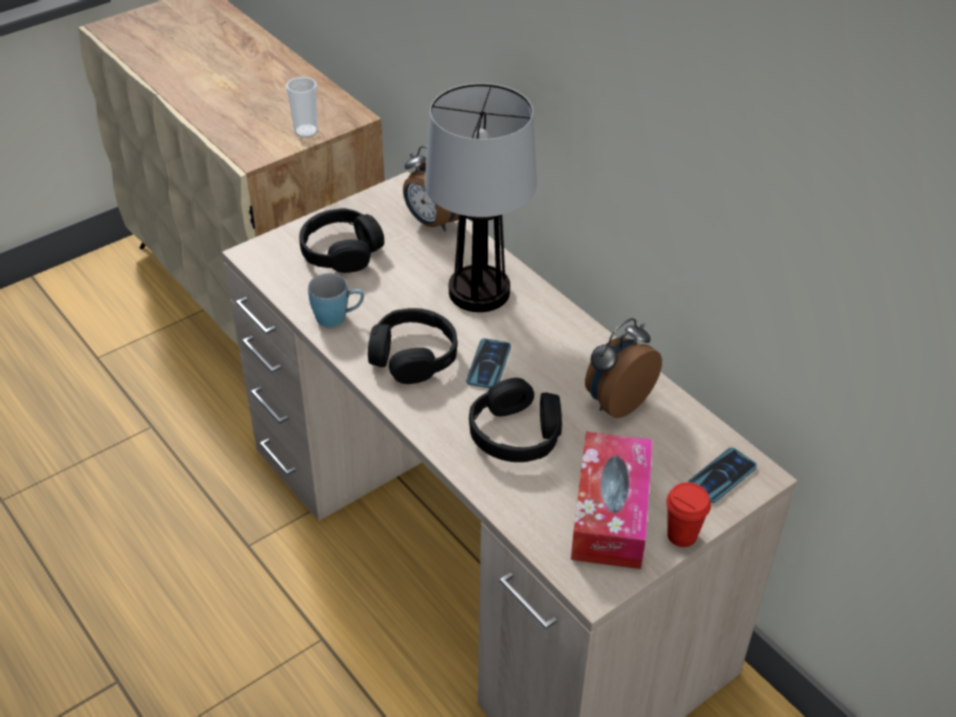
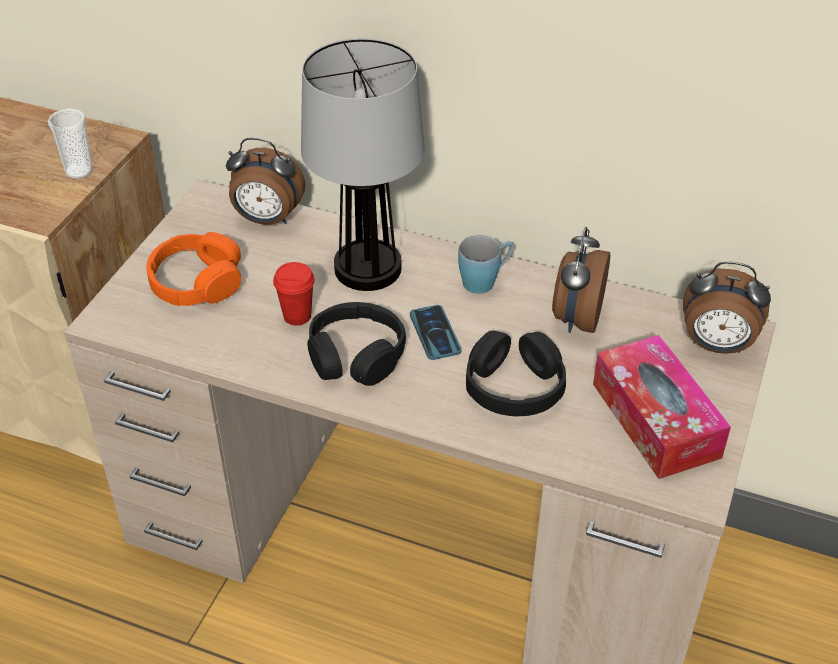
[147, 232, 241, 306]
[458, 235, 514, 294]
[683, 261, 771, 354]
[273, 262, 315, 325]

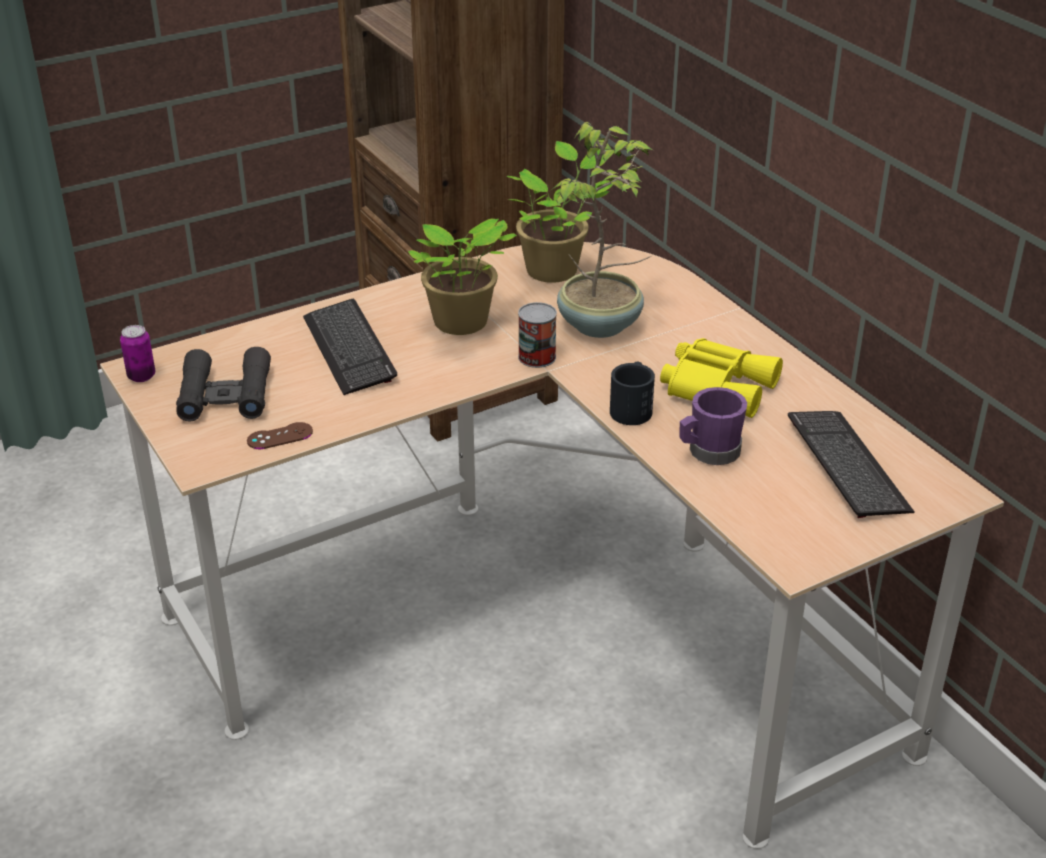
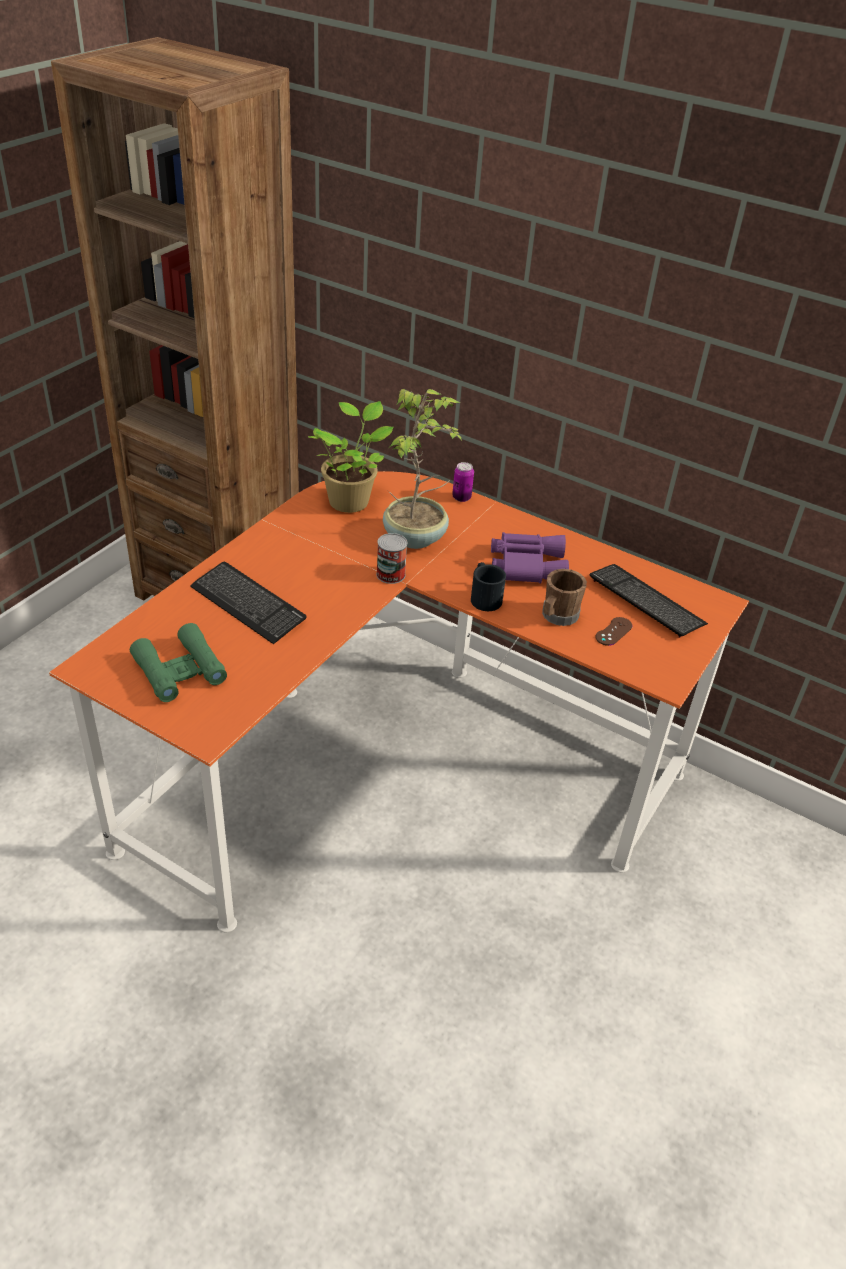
[408, 218, 517, 335] (first image)
[49, 471, 749, 932]
[452, 462, 474, 502]
[491, 532, 569, 583]
[130, 623, 227, 702]
[542, 569, 587, 626]
[595, 617, 633, 646]

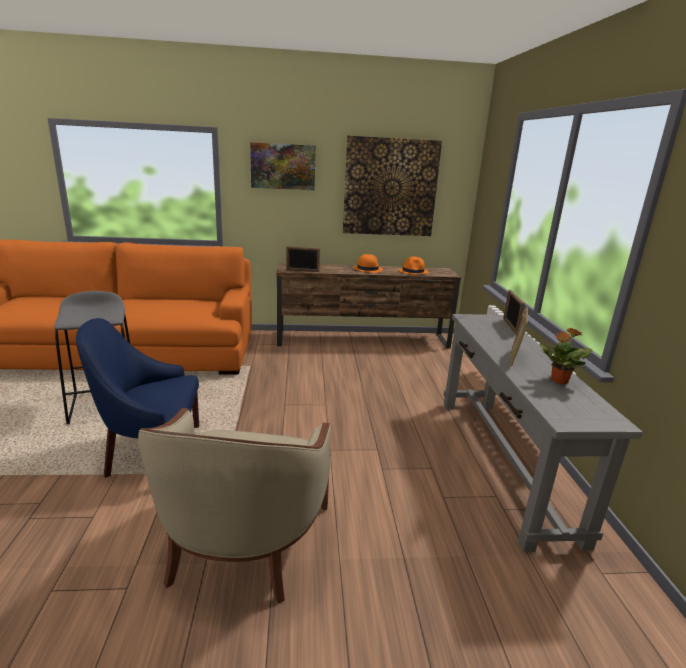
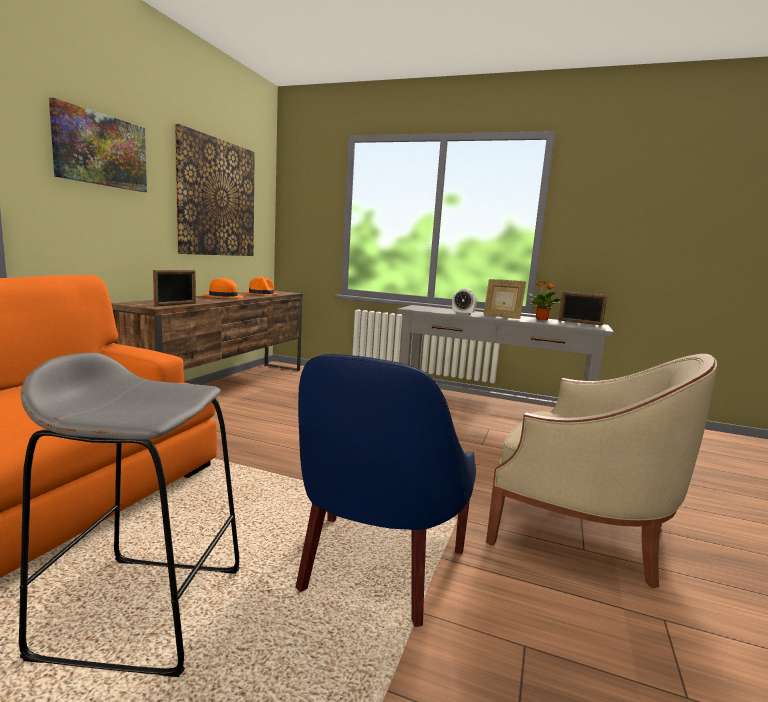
[559, 291, 608, 326]
[452, 288, 477, 316]

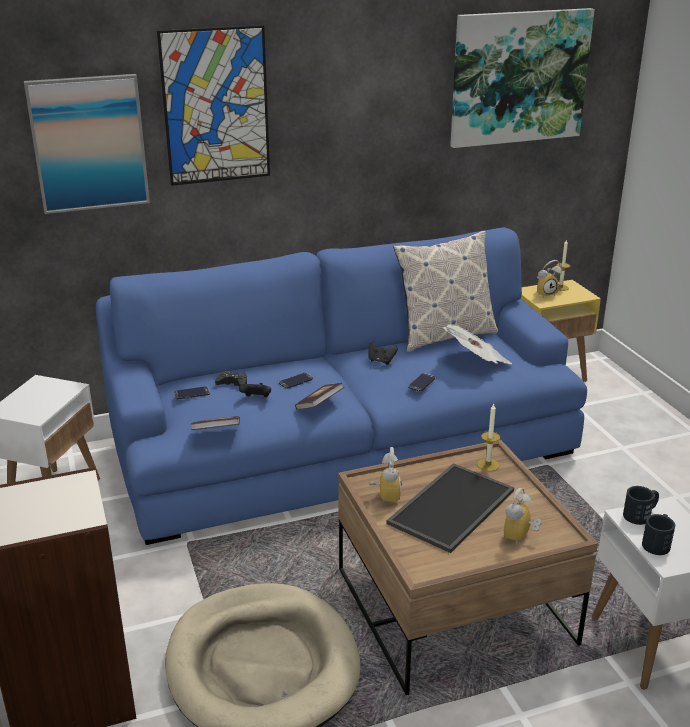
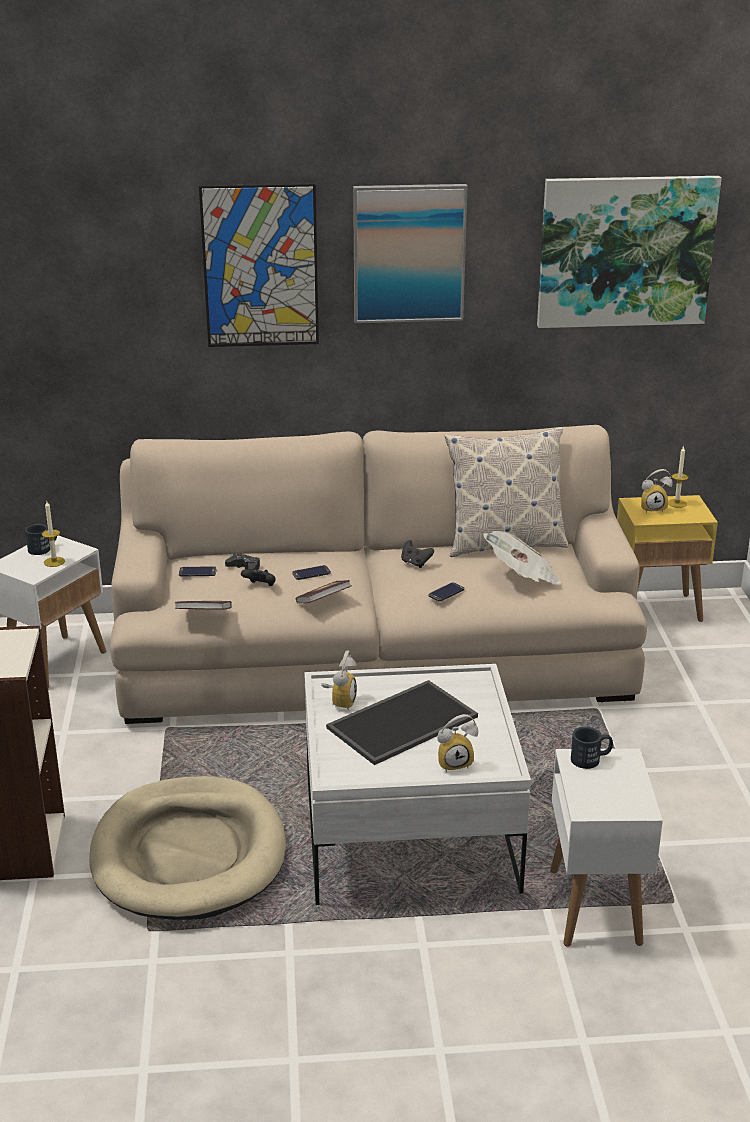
[353, 184, 467, 323]
[110, 425, 647, 724]
[42, 501, 65, 567]
[304, 664, 531, 905]
[437, 714, 478, 772]
[25, 524, 57, 555]

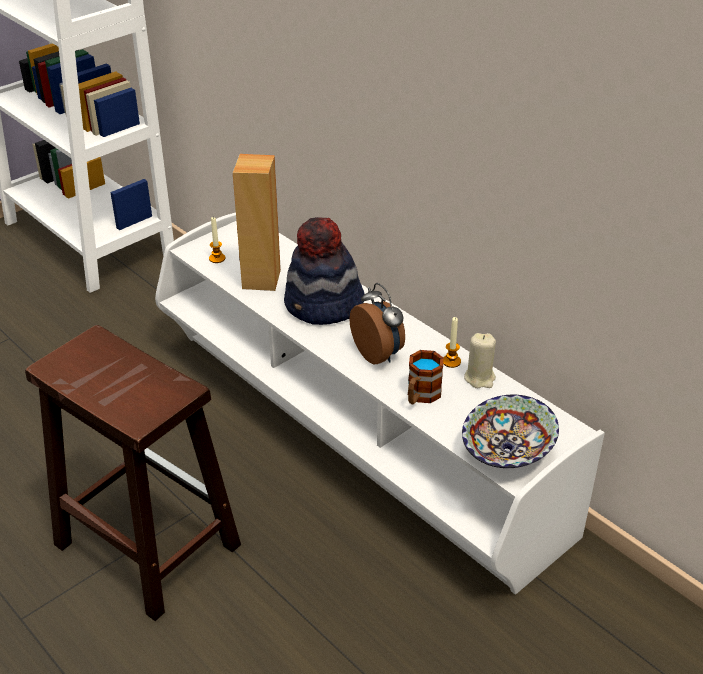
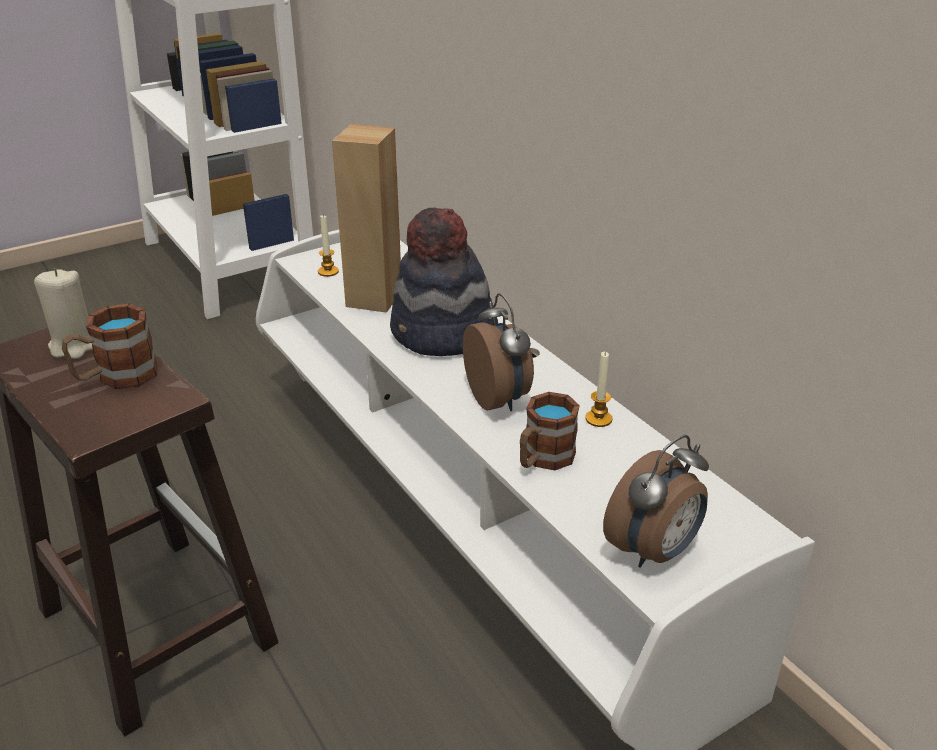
[34, 268, 93, 359]
[603, 435, 709, 568]
[62, 304, 158, 389]

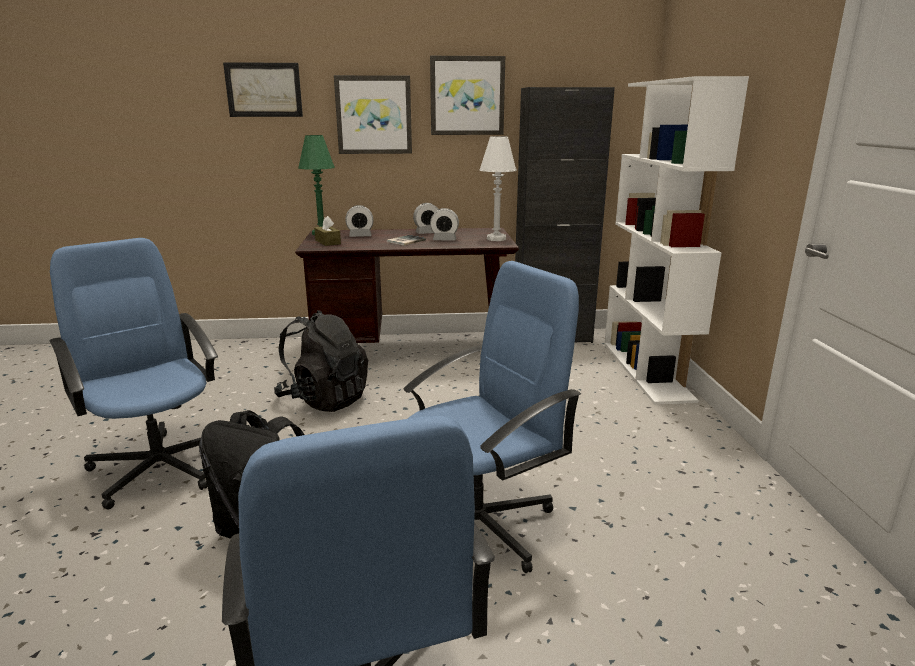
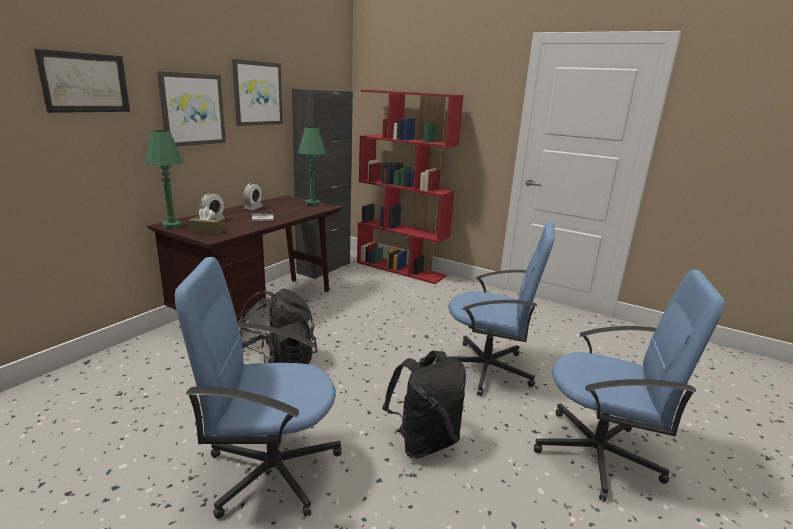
[357, 90, 464, 284]
[298, 127, 326, 206]
[430, 208, 459, 241] (first image)
[447, 222, 555, 396]

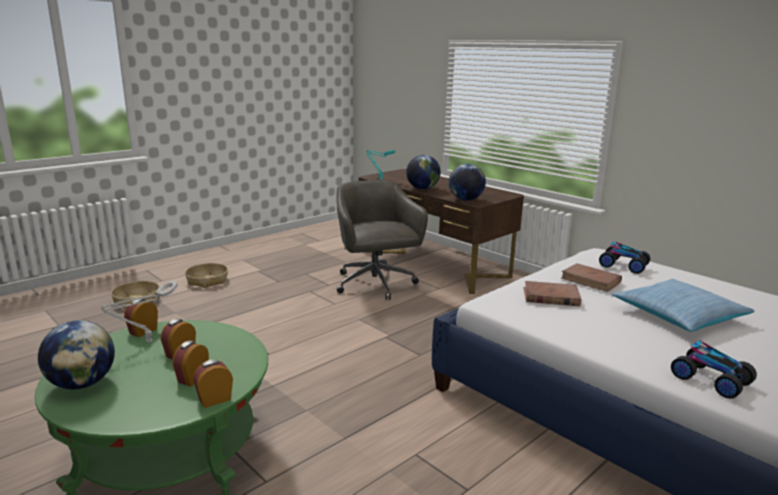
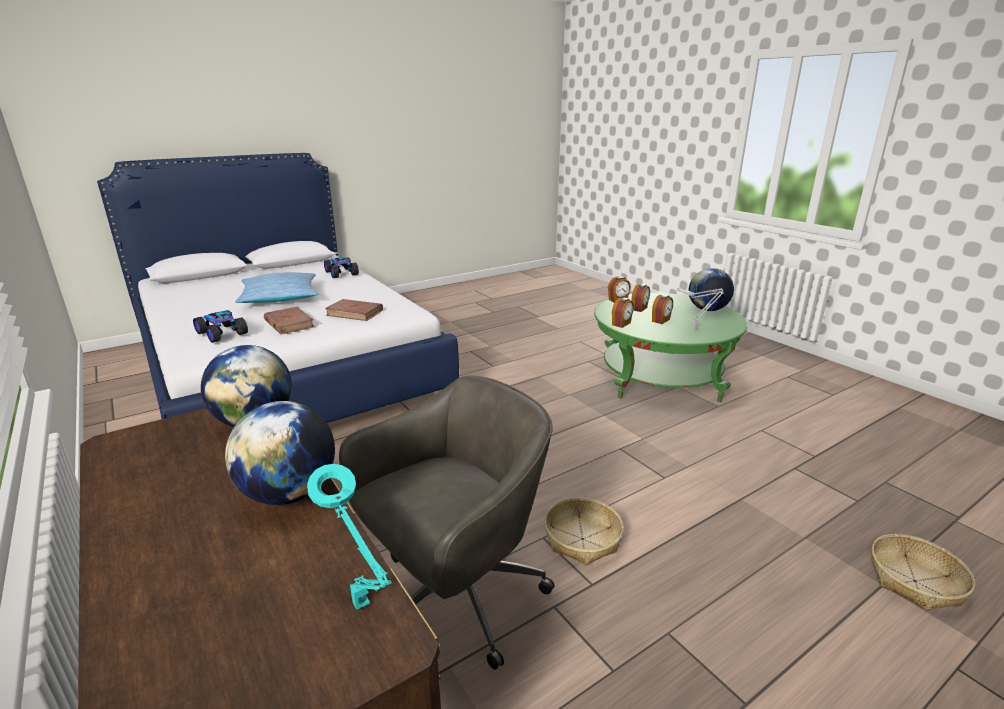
[339, 376, 554, 670]
[544, 498, 623, 566]
[612, 298, 634, 328]

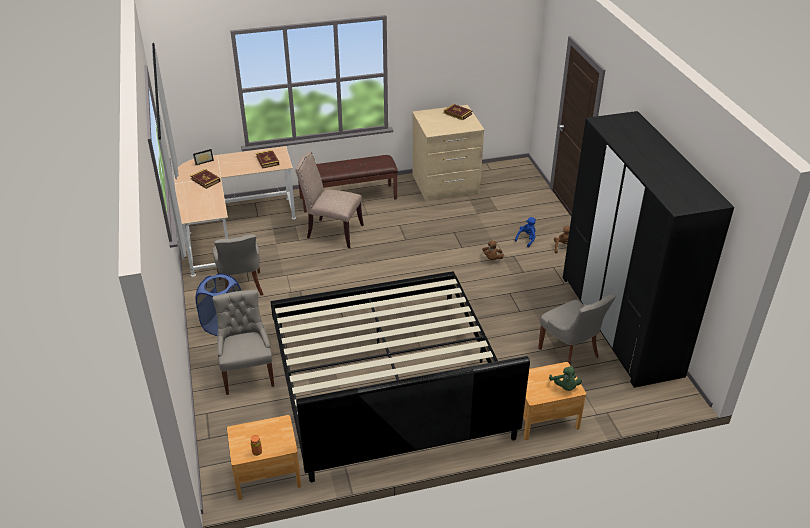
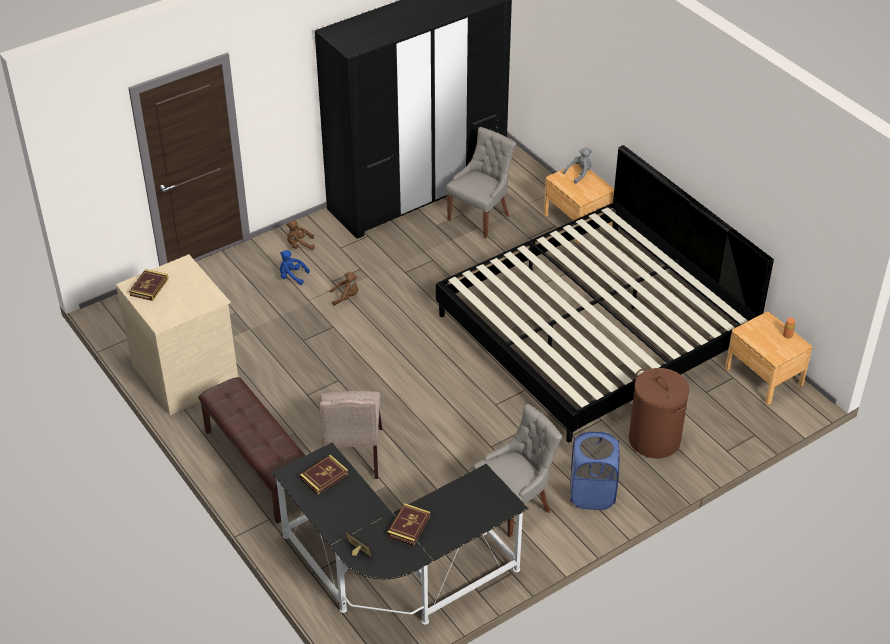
[272, 443, 529, 625]
[629, 368, 689, 458]
[563, 147, 592, 184]

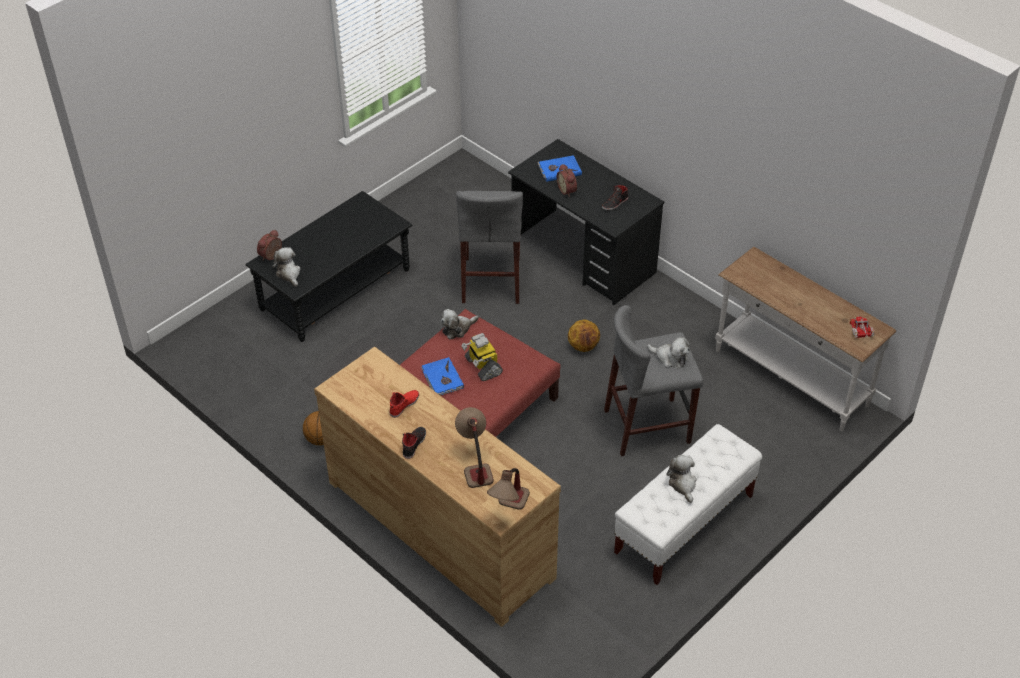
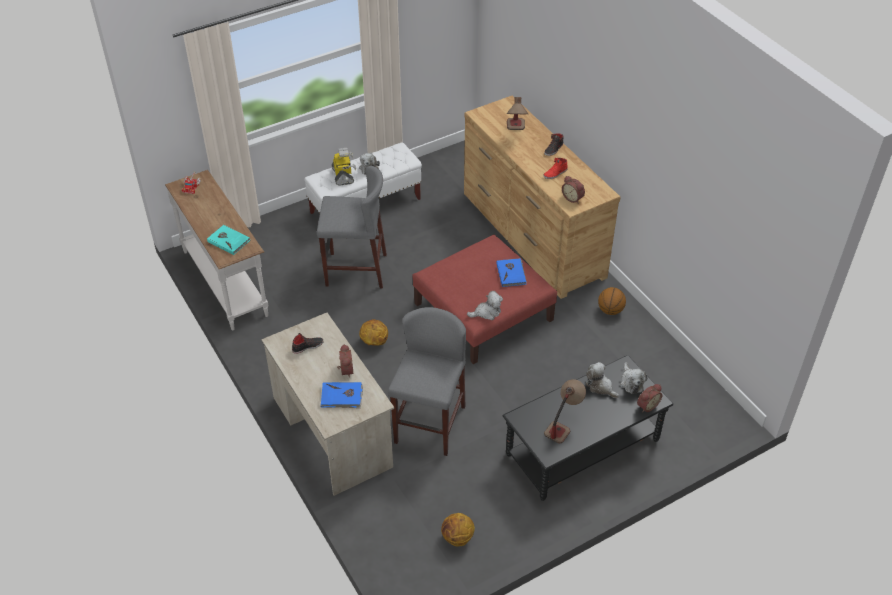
[261, 313, 394, 496]
[332, 148, 356, 186]
[585, 362, 619, 398]
[544, 379, 586, 443]
[562, 176, 585, 203]
[207, 225, 250, 255]
[441, 513, 475, 546]

